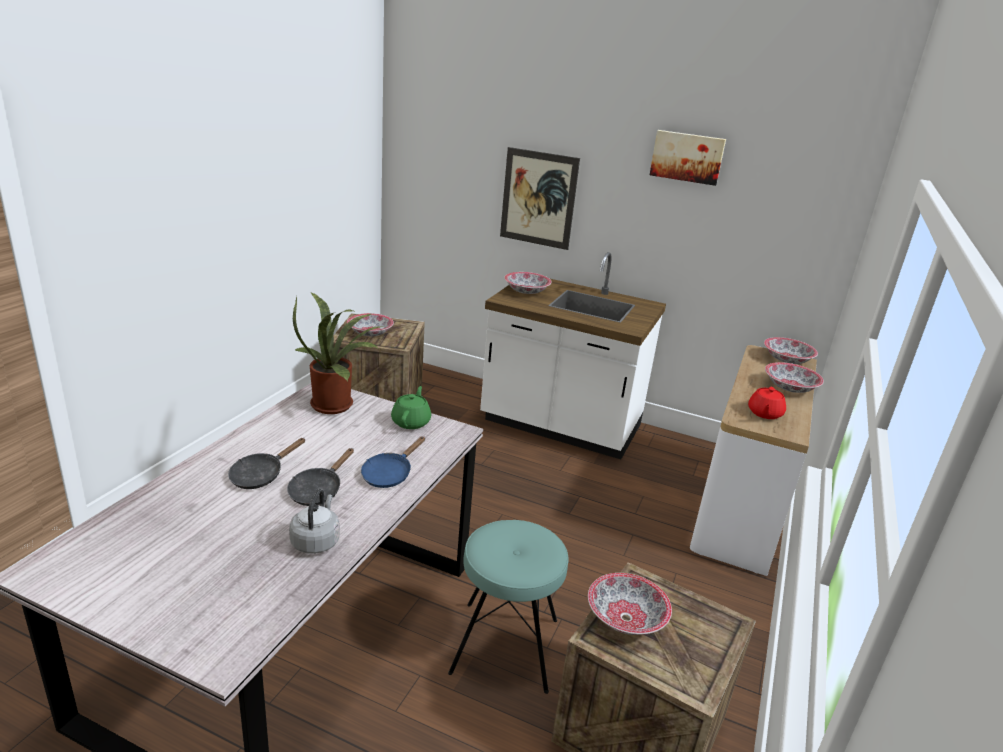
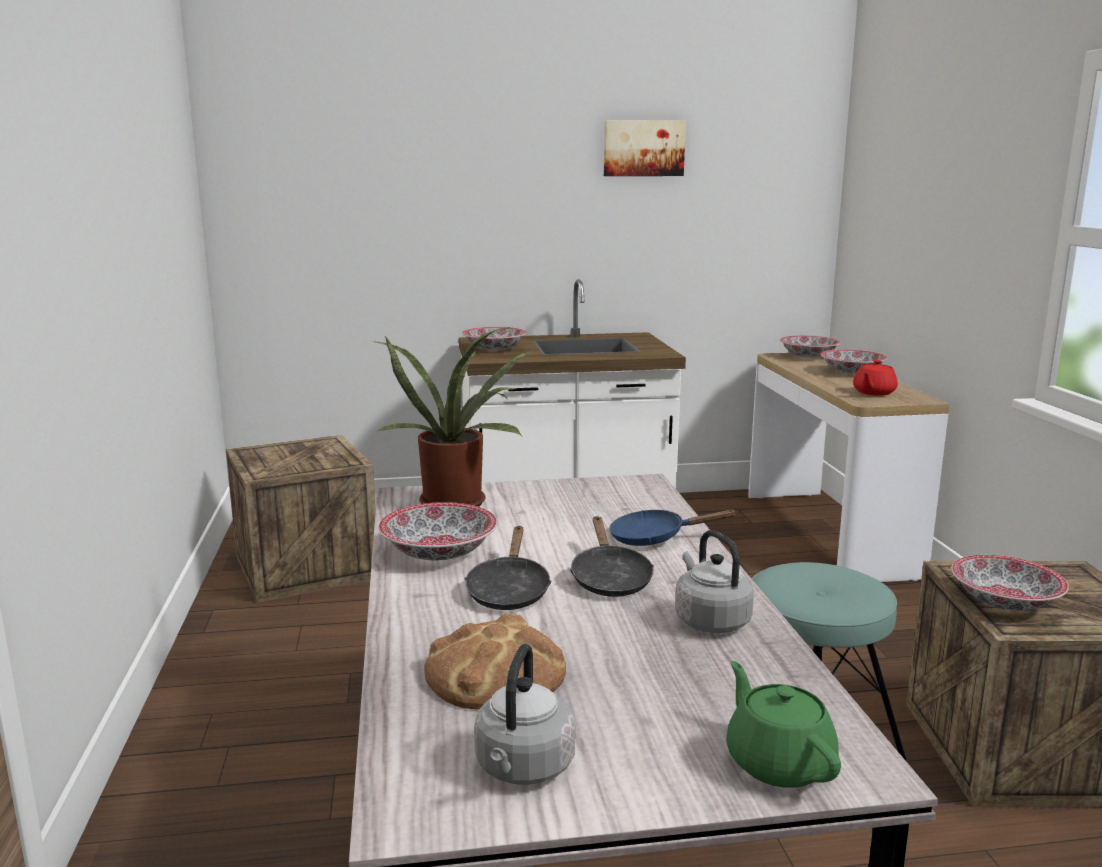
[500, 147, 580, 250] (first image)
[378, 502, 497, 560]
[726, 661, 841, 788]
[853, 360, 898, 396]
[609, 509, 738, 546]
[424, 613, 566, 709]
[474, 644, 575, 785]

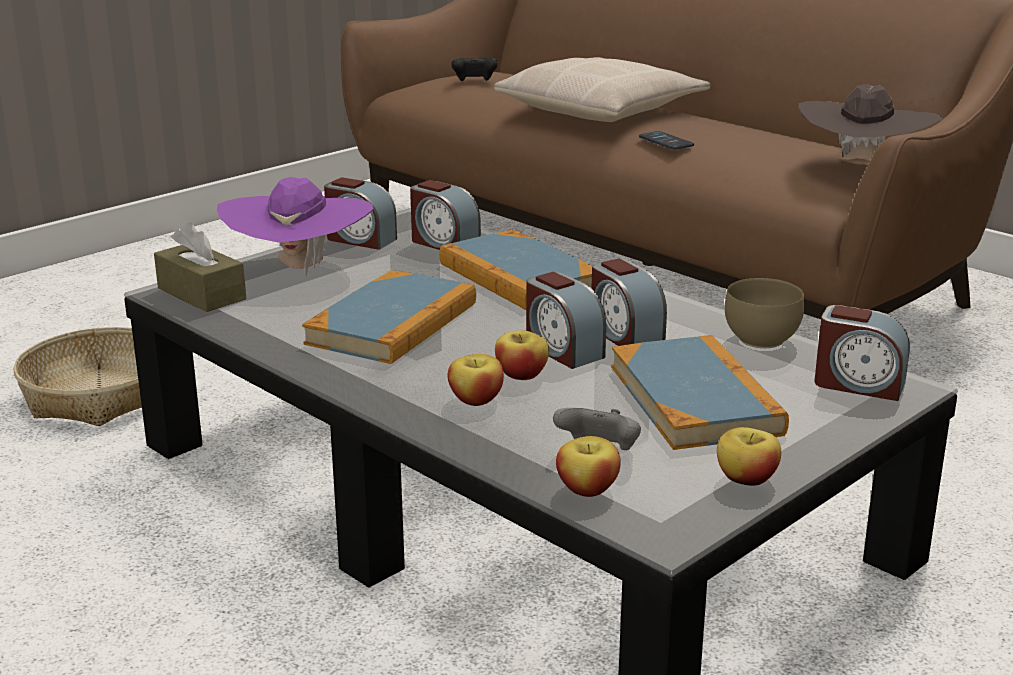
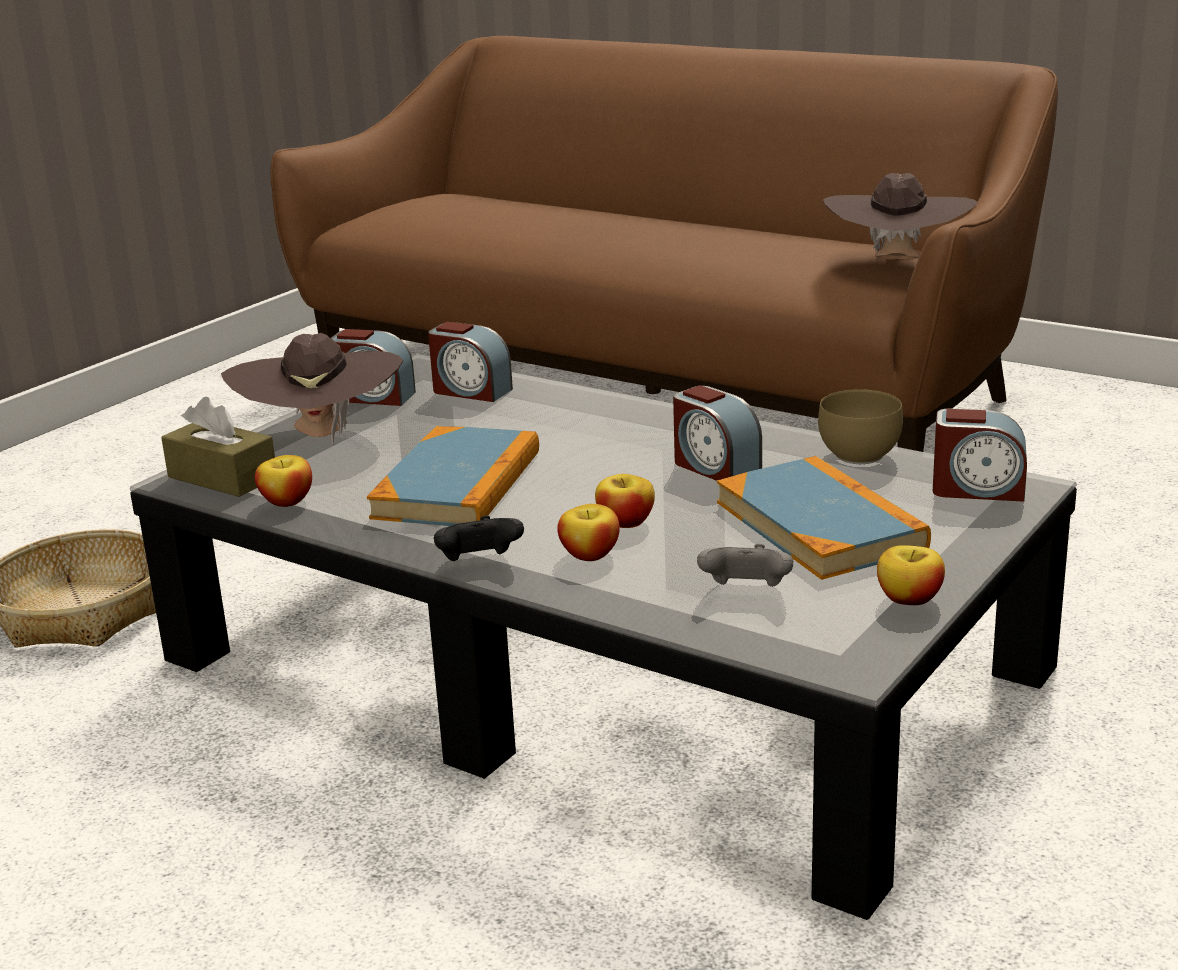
[494, 57, 710, 122] (first image)
[434, 515, 524, 561]
[639, 131, 694, 150] (first image)
[221, 333, 403, 445]
[439, 229, 592, 310] (first image)
[526, 272, 606, 369] (first image)
[255, 455, 312, 507]

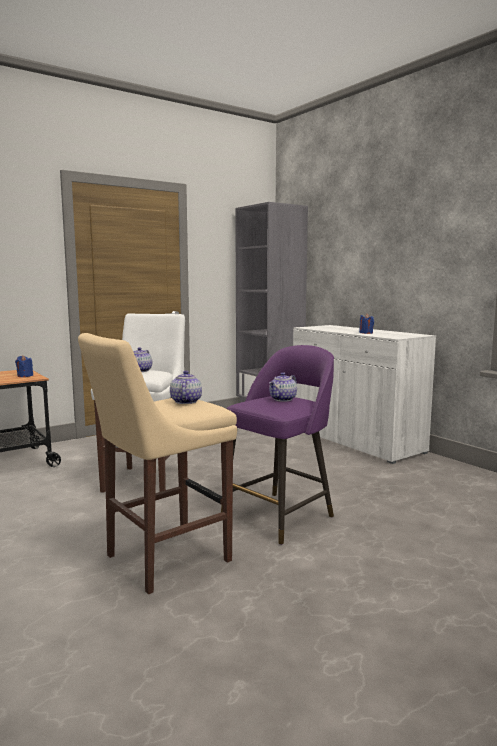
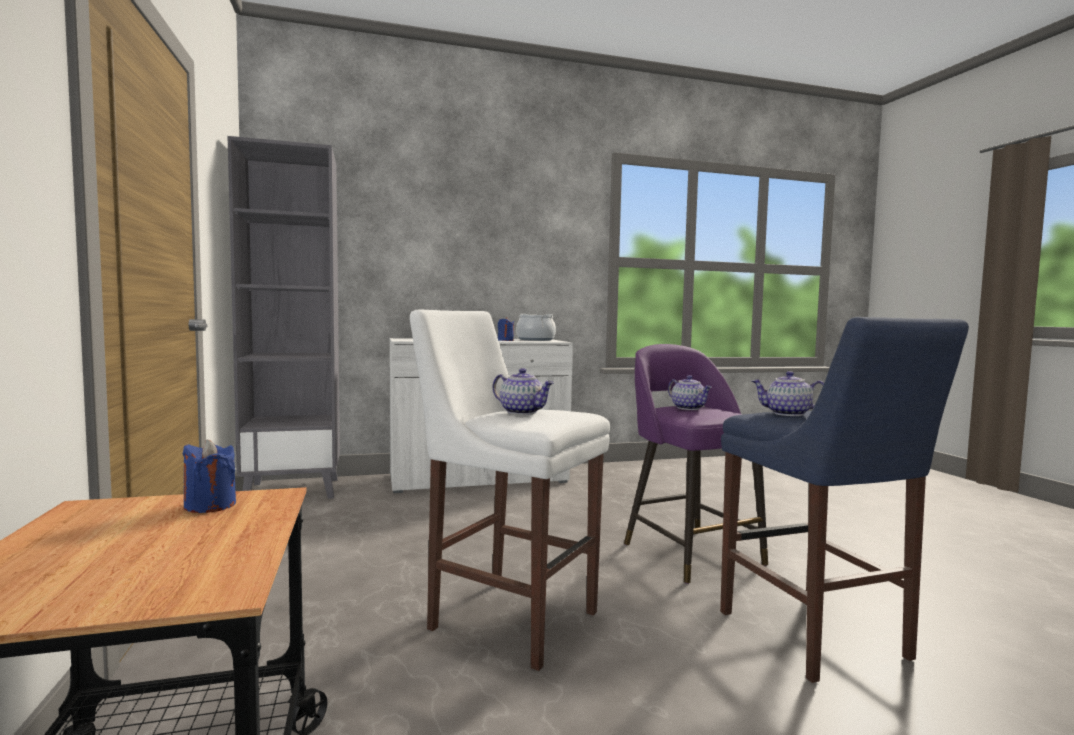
[720, 317, 969, 683]
[516, 314, 556, 341]

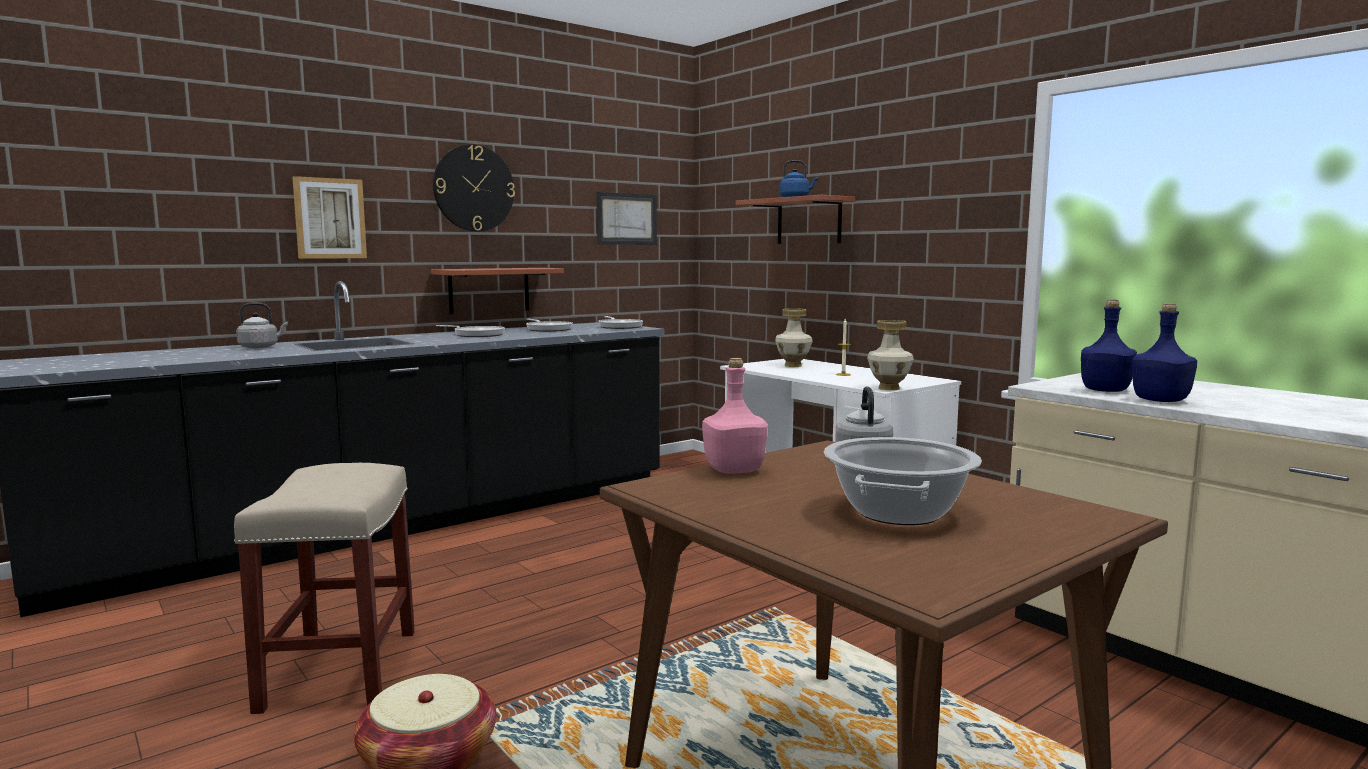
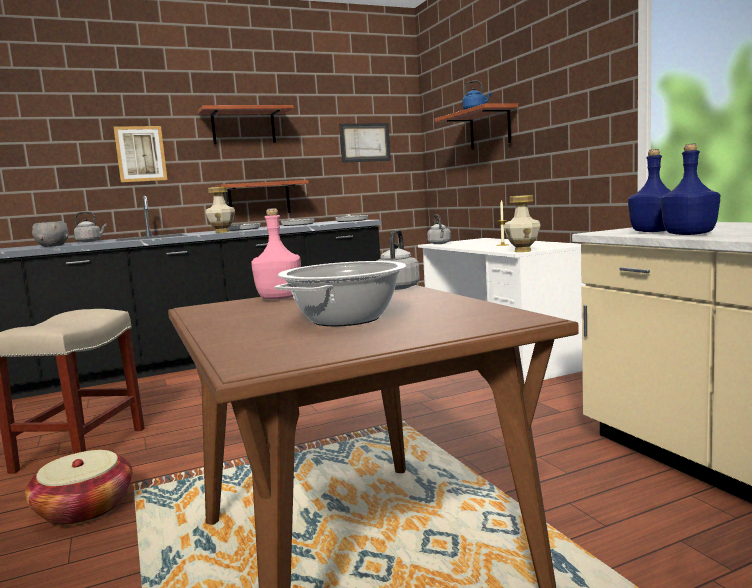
[198, 105, 294, 144]
[205, 187, 235, 233]
[427, 215, 451, 244]
[32, 221, 69, 247]

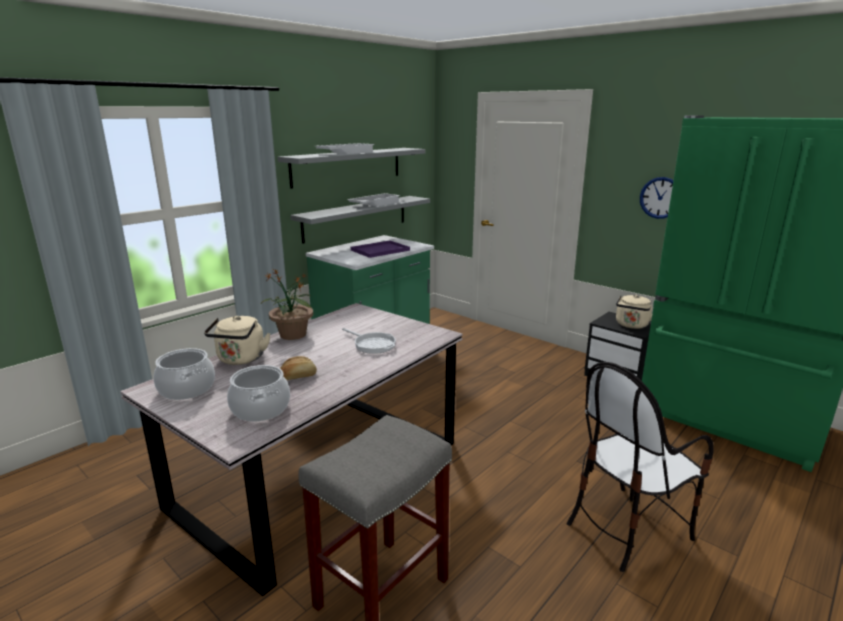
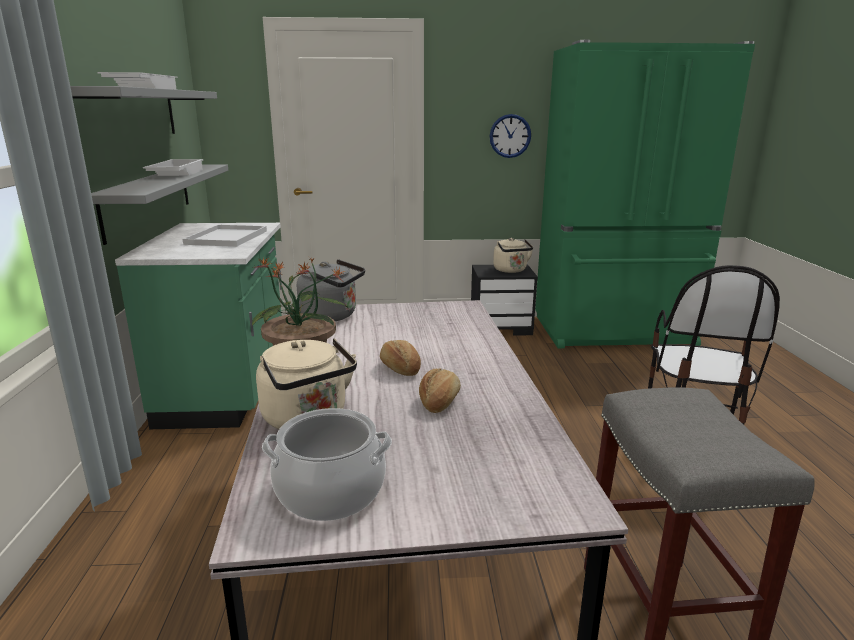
[183, 224, 267, 247]
[342, 328, 396, 354] (first image)
[227, 365, 290, 422] (first image)
[297, 259, 365, 321]
[380, 340, 421, 376]

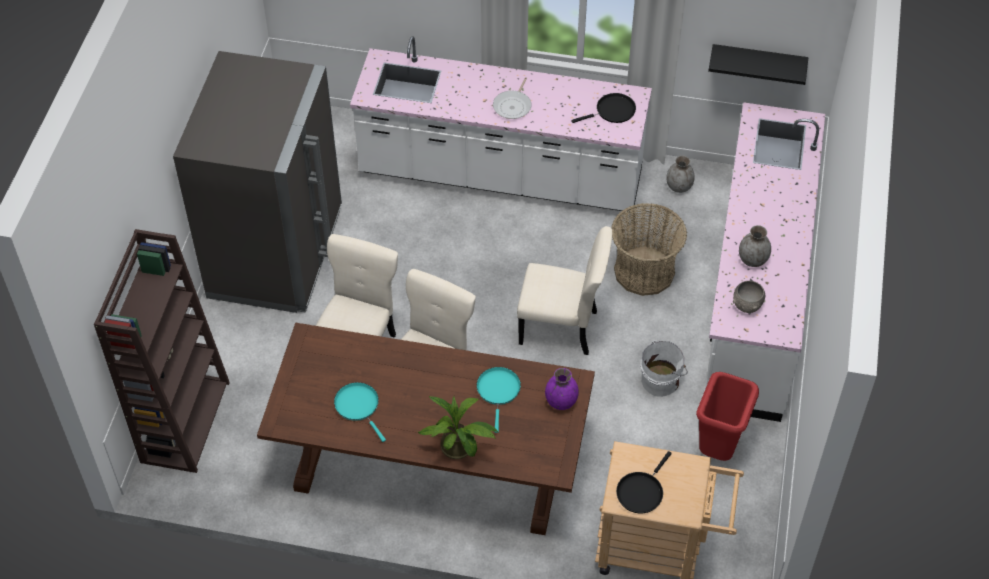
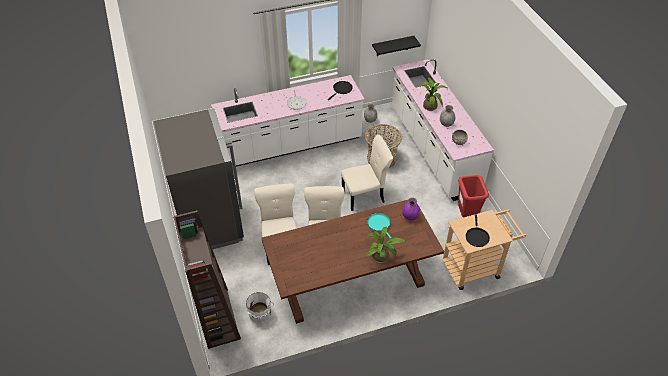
[246, 292, 274, 324]
[334, 382, 386, 442] (first image)
[420, 78, 447, 111]

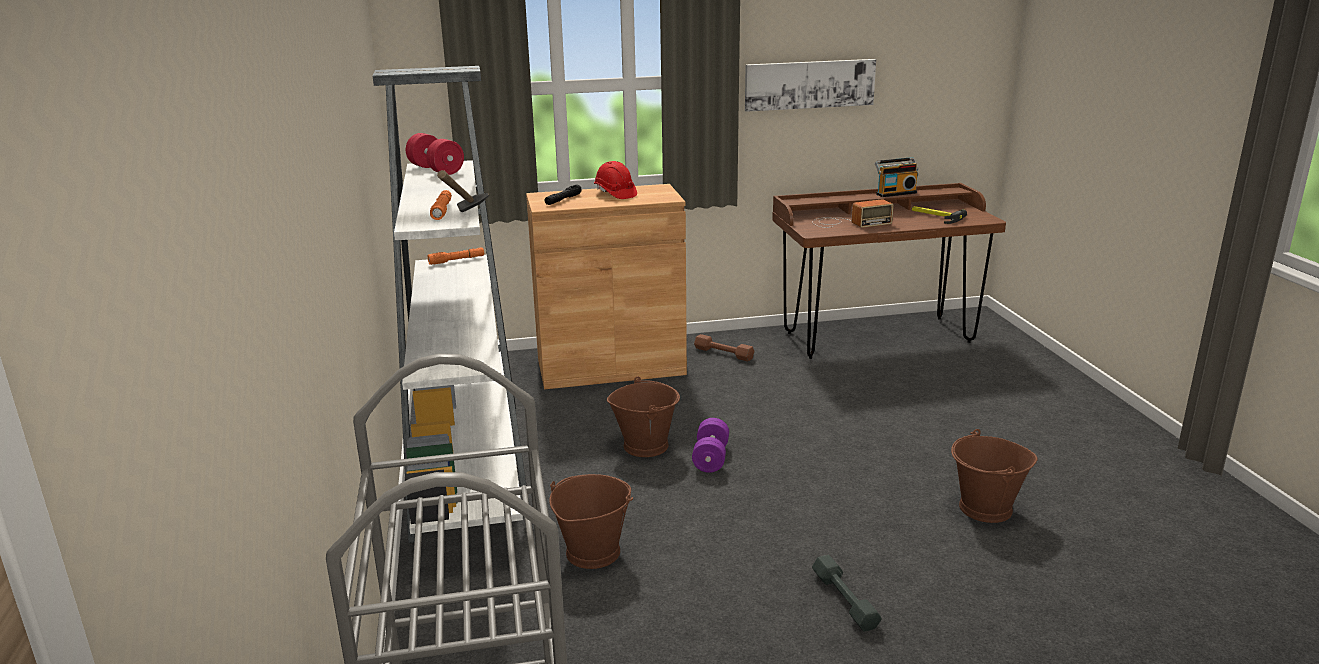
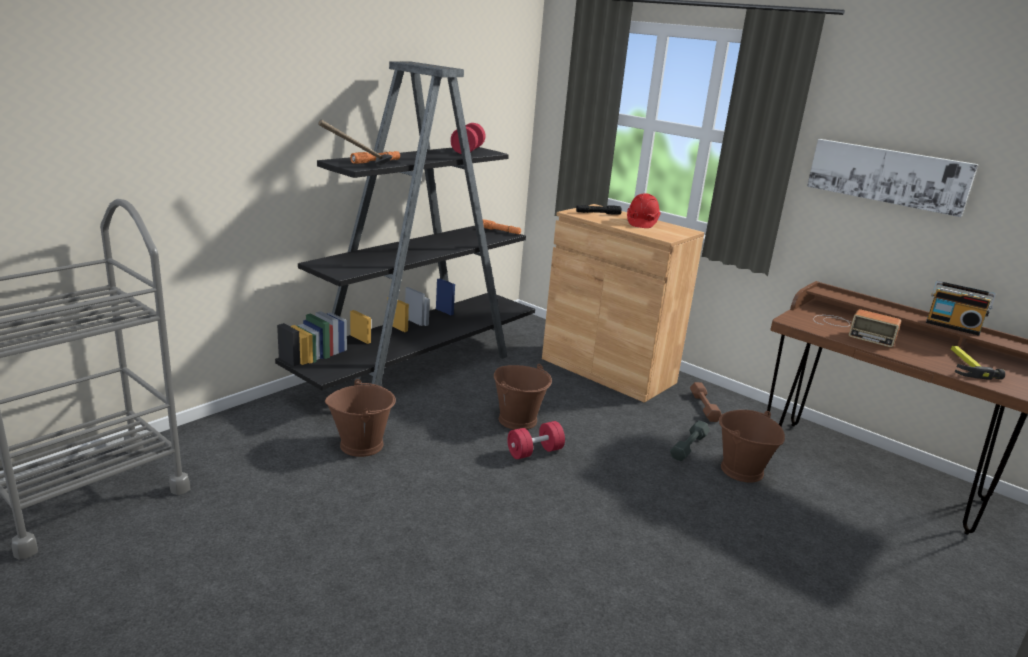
[275, 61, 535, 391]
[507, 421, 565, 459]
[719, 410, 785, 482]
[670, 420, 710, 461]

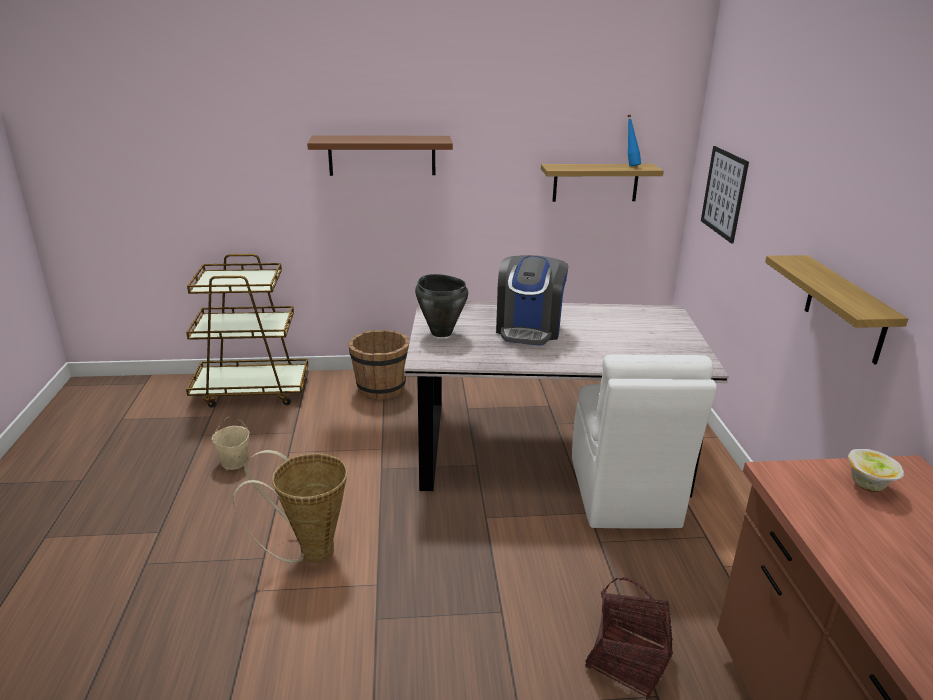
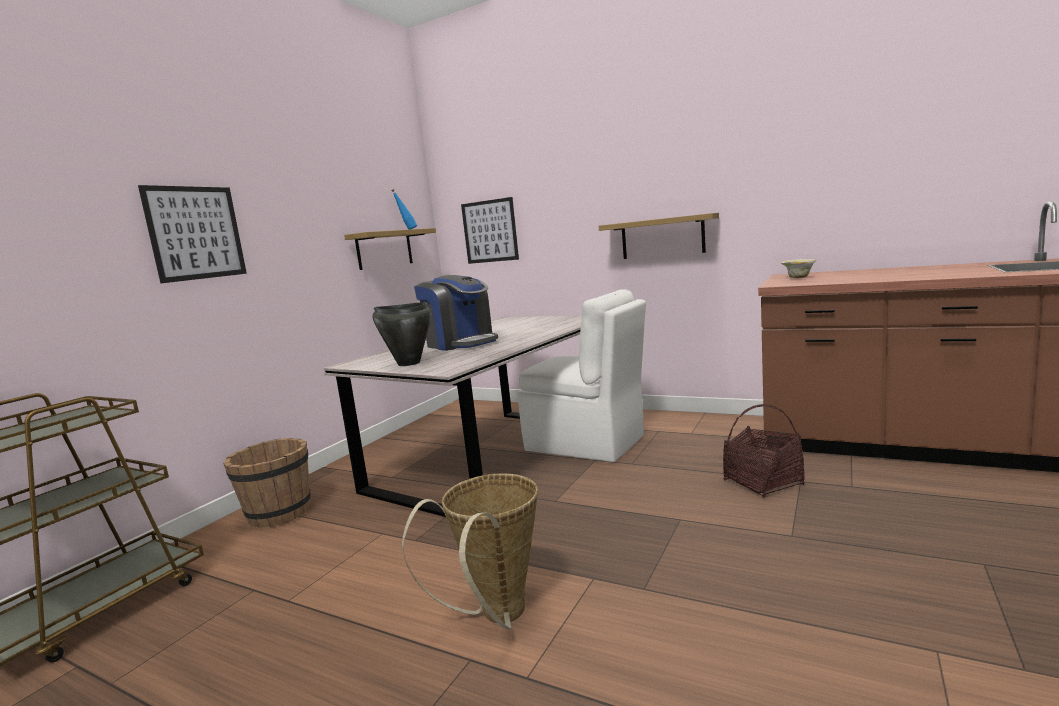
[138, 185, 247, 283]
[212, 417, 249, 470] (first image)

